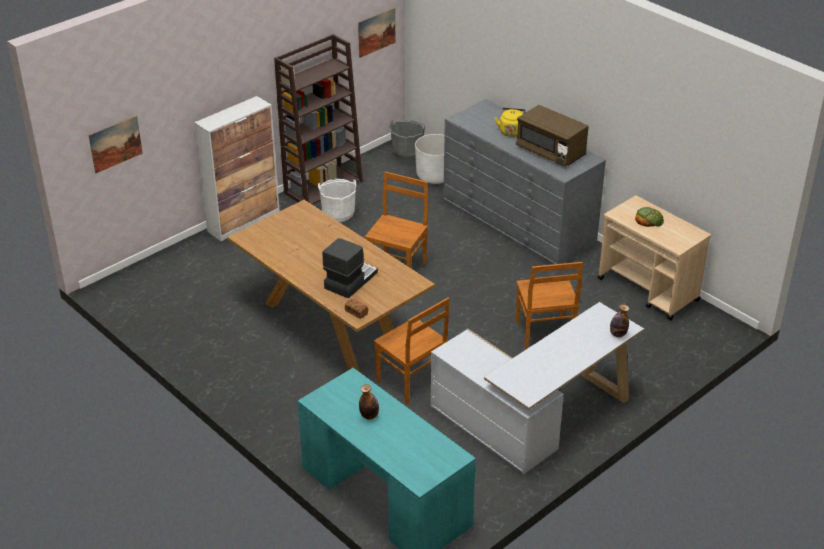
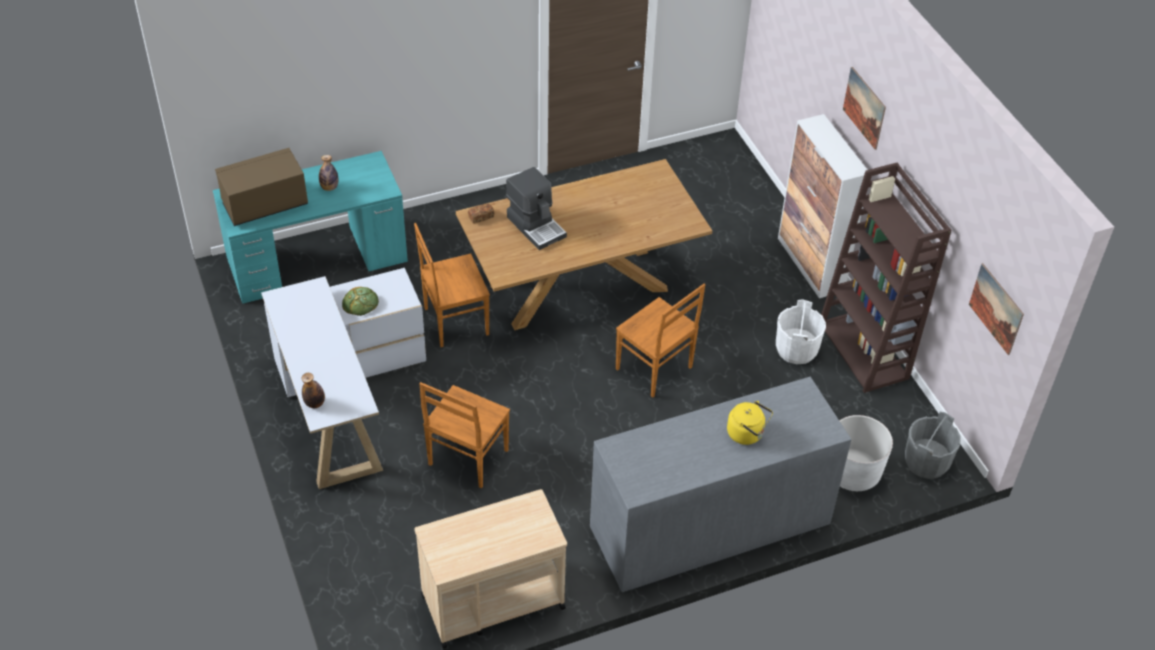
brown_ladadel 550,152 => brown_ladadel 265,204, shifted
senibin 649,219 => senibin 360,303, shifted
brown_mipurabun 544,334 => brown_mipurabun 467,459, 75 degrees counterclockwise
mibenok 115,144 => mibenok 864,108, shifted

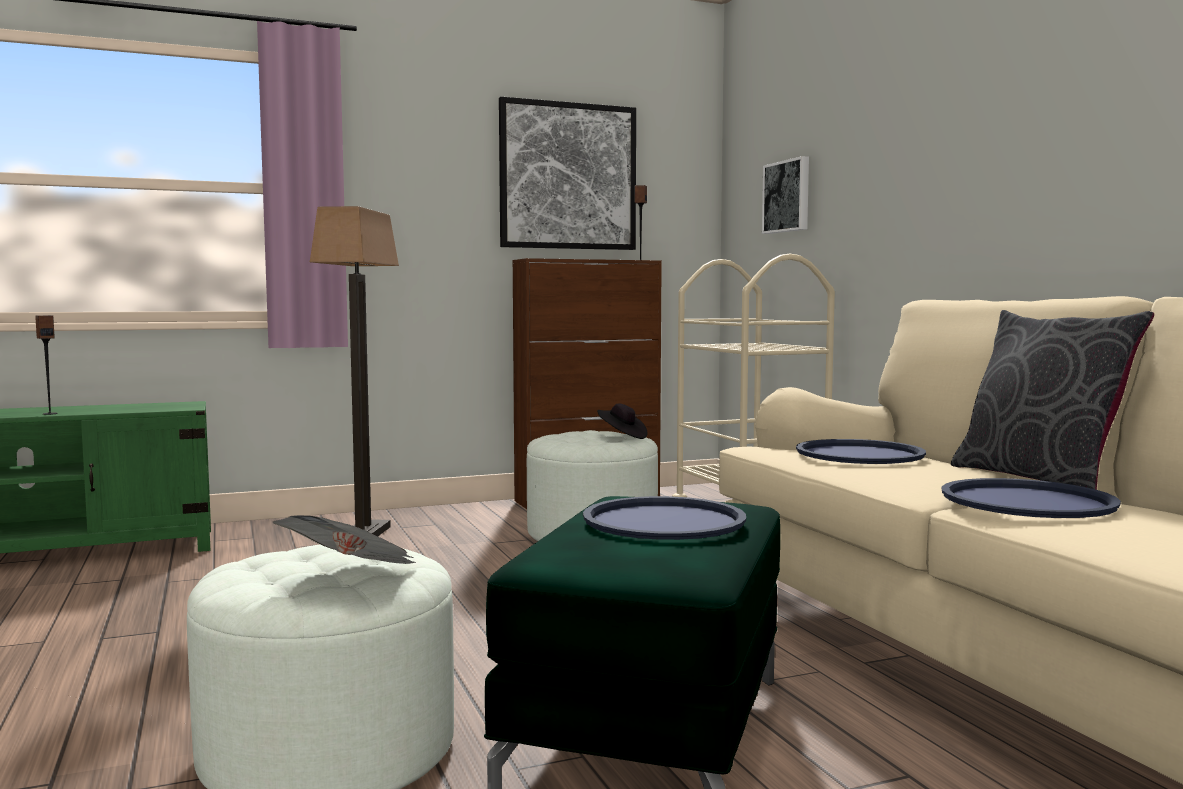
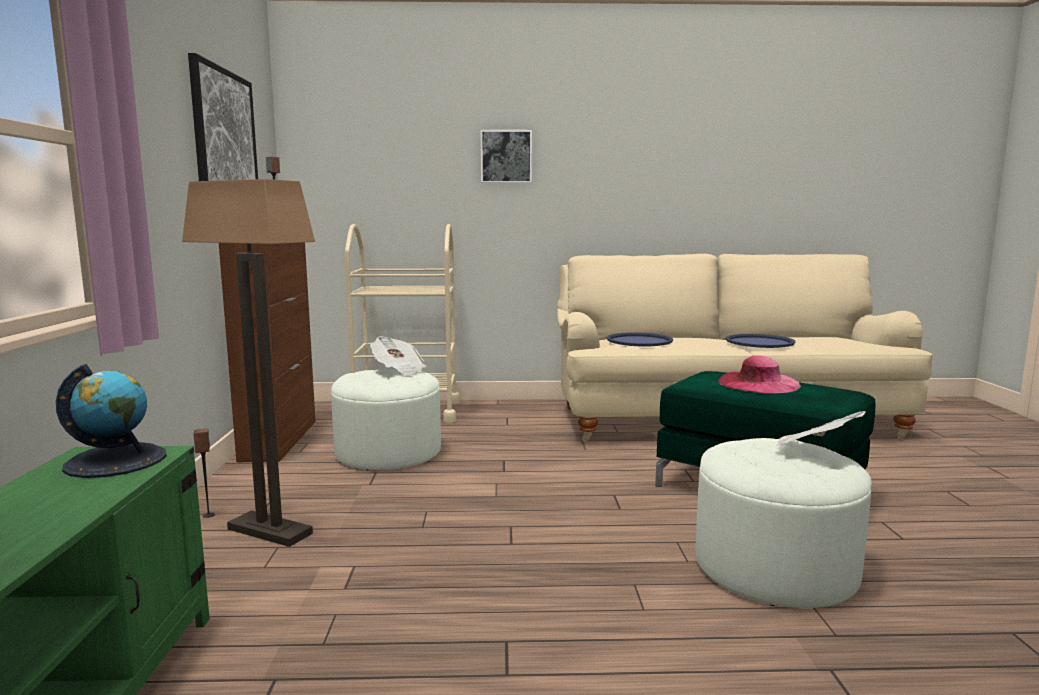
nothing => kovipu 116,460
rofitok 50,413 => rofitok 208,515, shifted
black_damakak 622,436 => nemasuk 398,370
mibenok 788,196 => mibenok 506,156, shifted
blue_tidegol 663,521 => pink_damakak 758,383
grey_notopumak 1039,479 => nothing

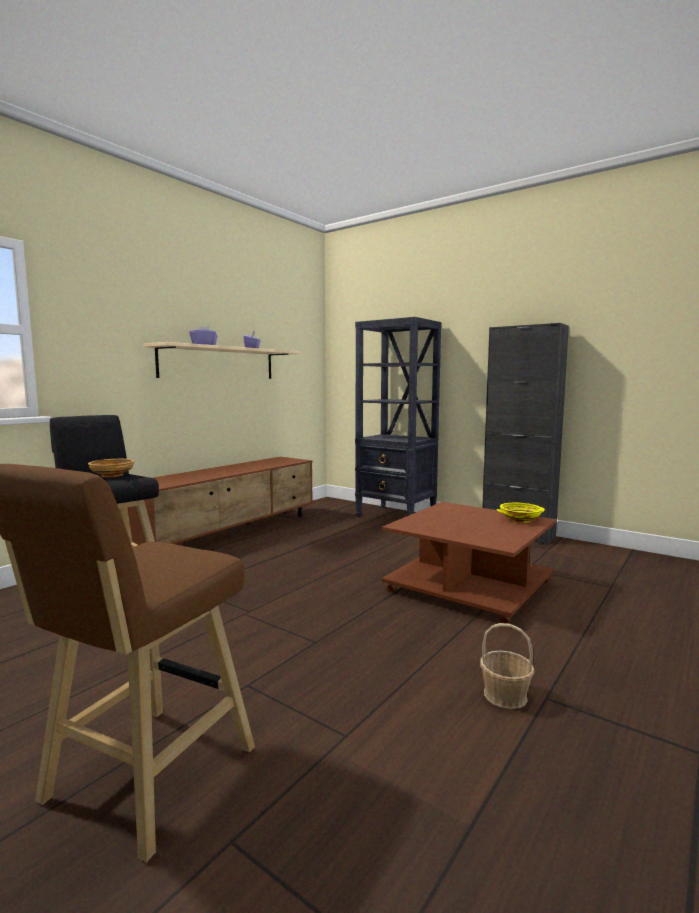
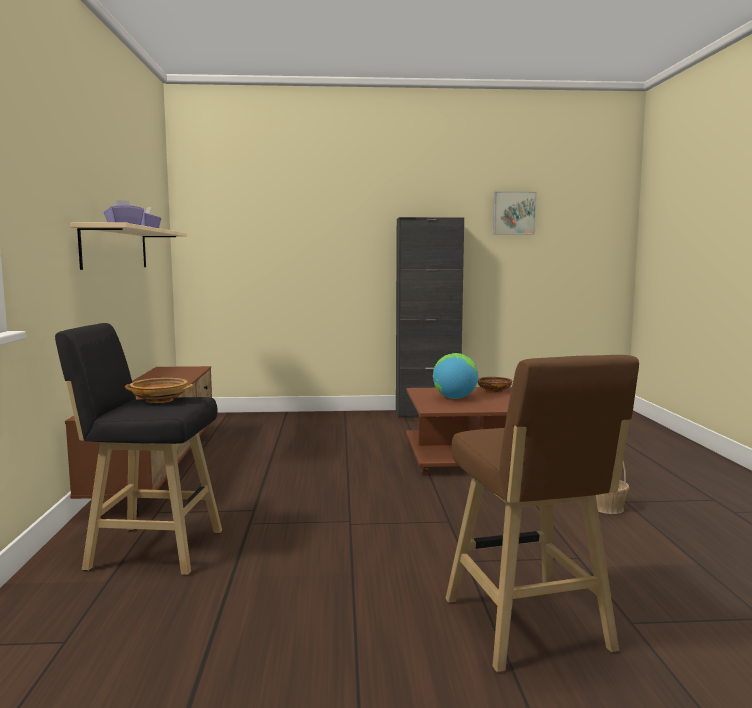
nothing => kovipu 454,398
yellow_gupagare 520,520 => brown_gupagare 494,391
nothing => mibenok 514,213
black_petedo 396,516 => nothing

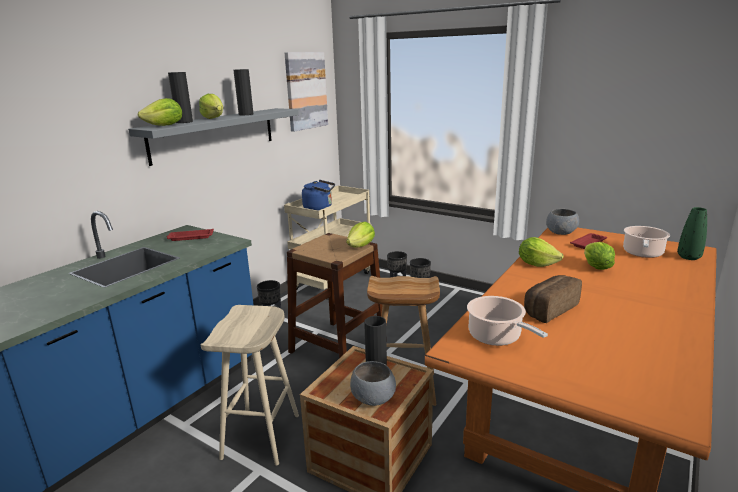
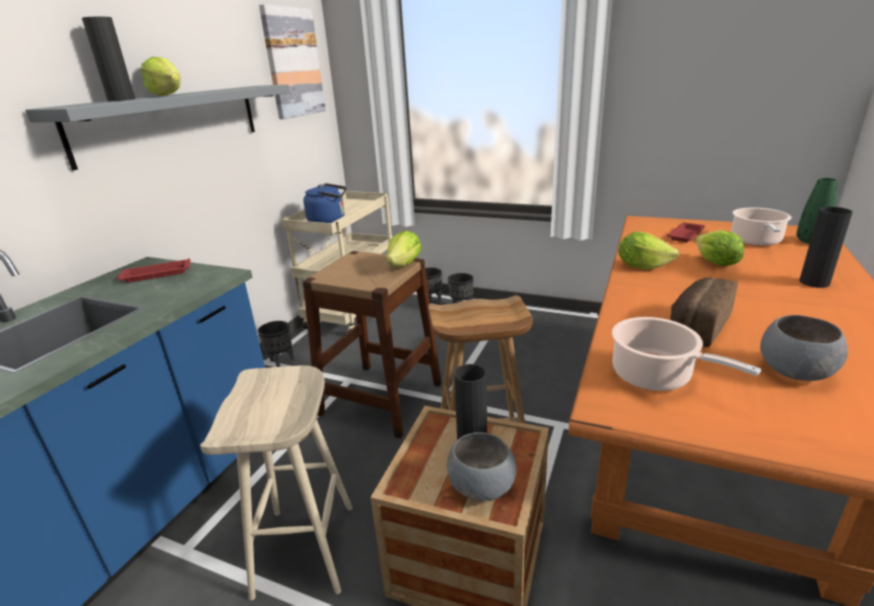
grey_gupagare 560,233 => grey_gupagare 793,371, shifted
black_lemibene 246,114 => black_lemibene 814,282, shifted
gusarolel 165,126 => nothing

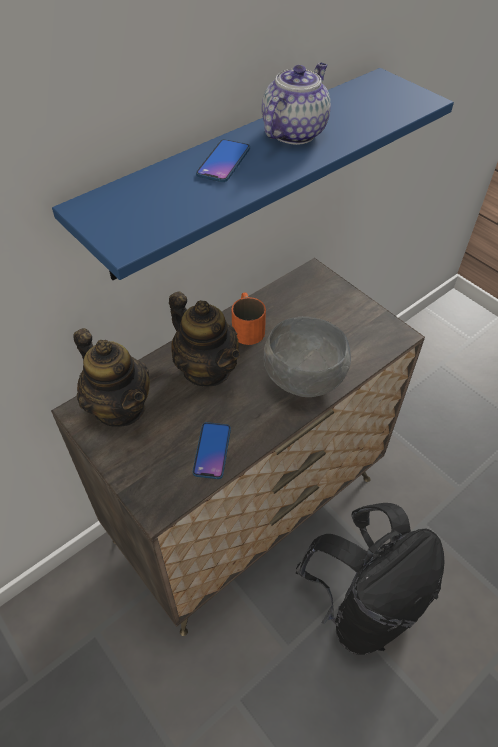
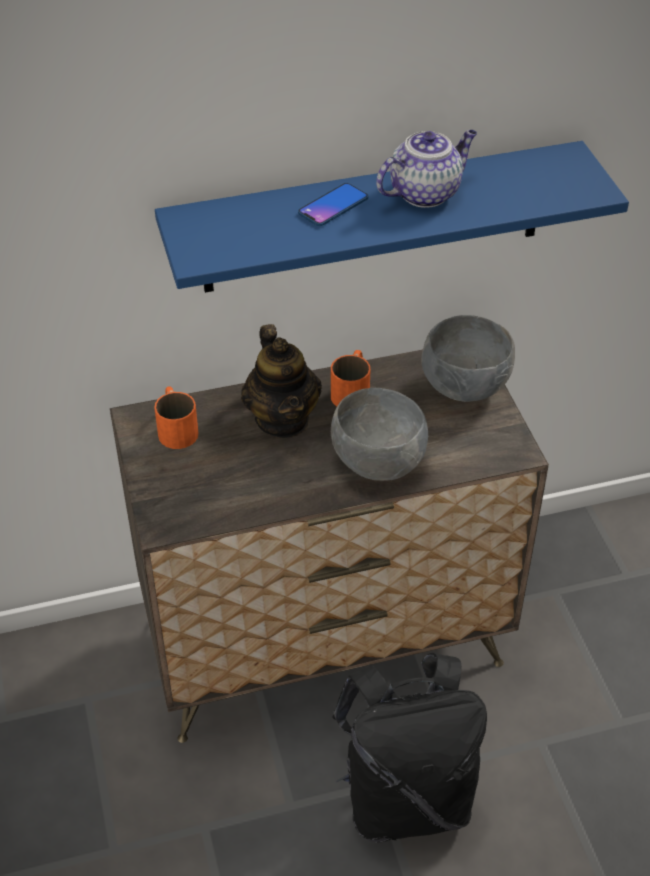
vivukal 120,407 => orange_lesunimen 176,427
nothing => grey_gupagare 464,387
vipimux 212,451 => nothing

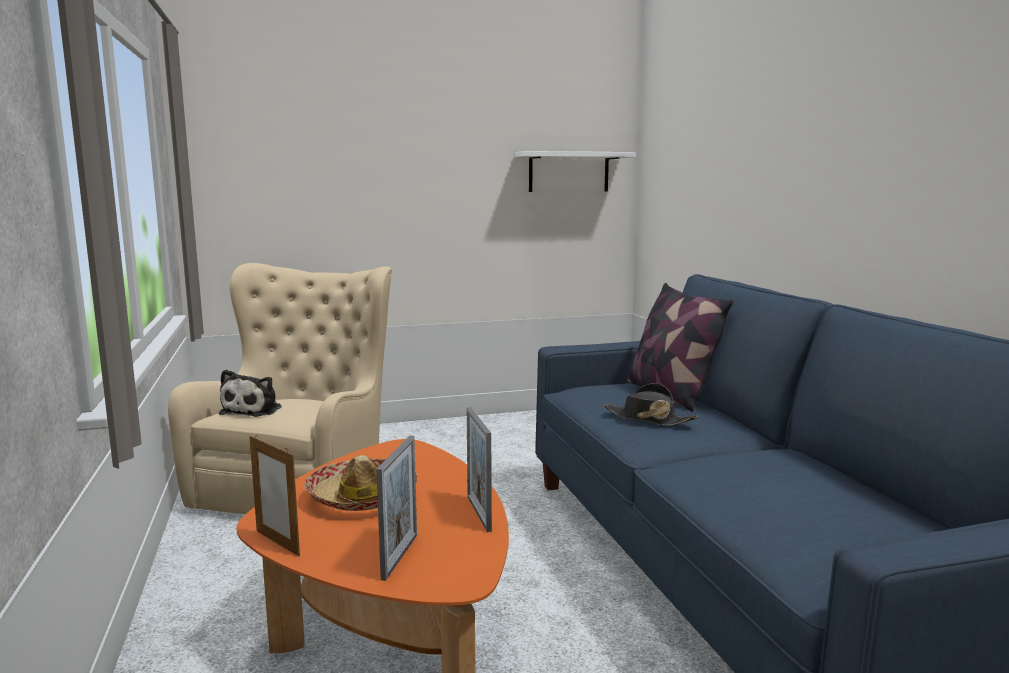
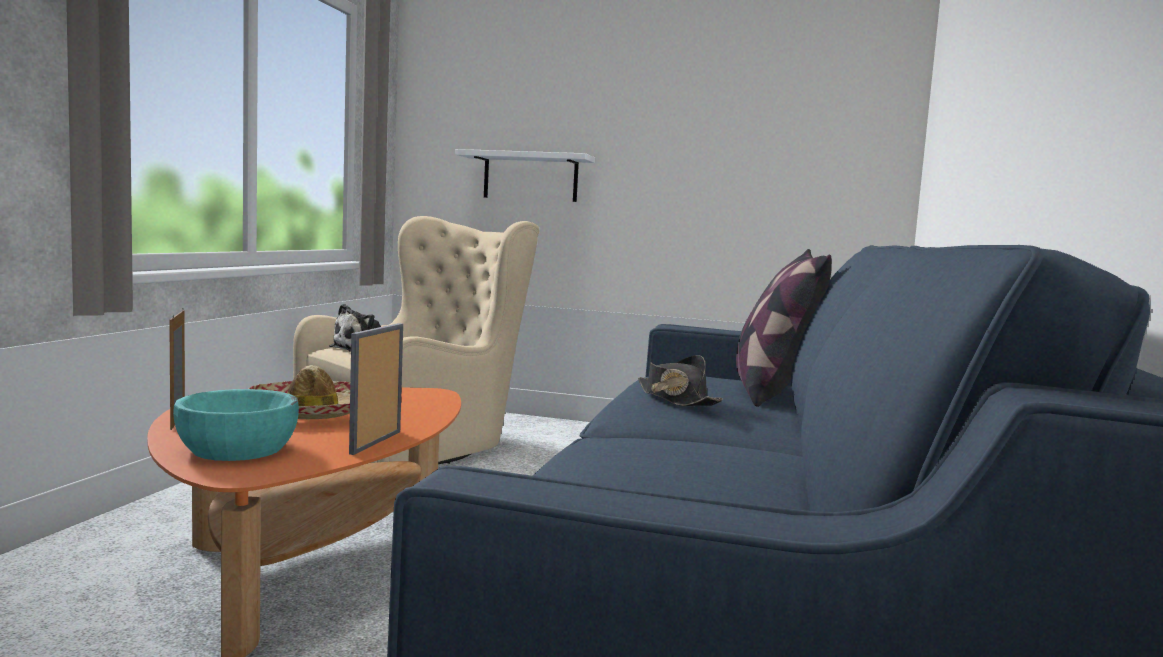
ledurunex 400,556 => turquoise_gupagare 238,449
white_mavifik 569,172 => white_mavifik 530,177, shifted

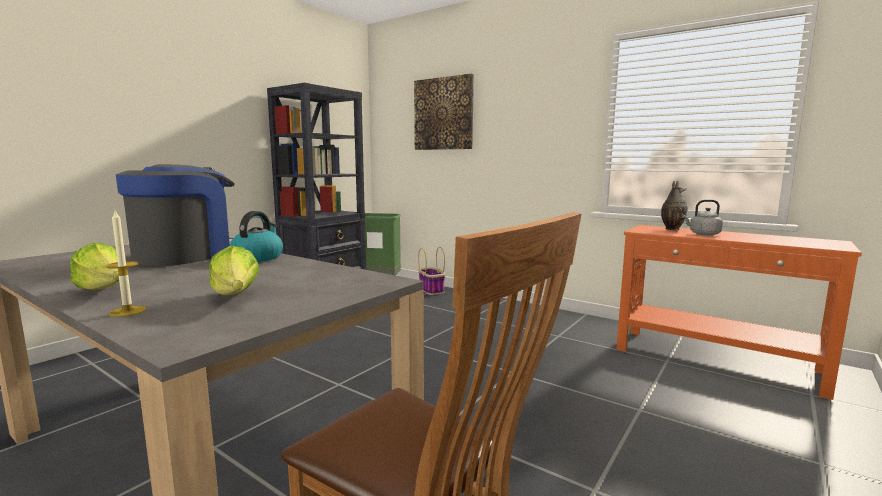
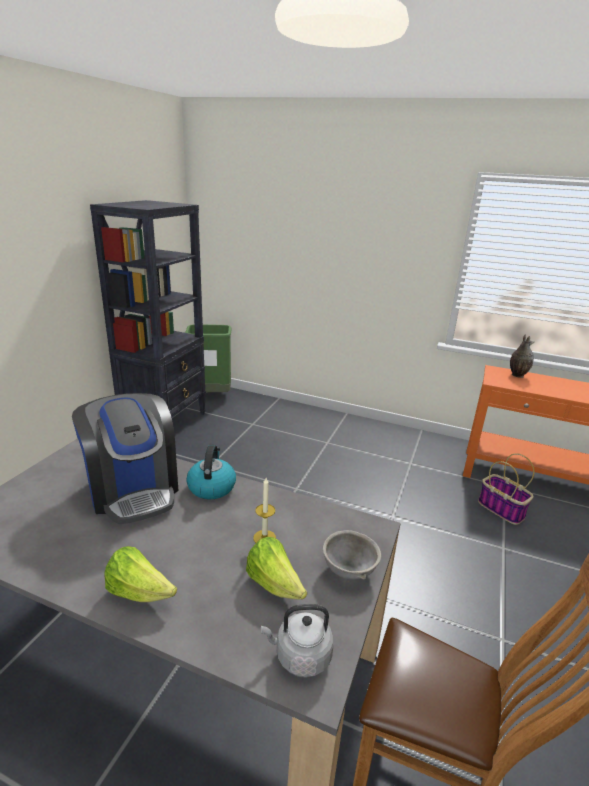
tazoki 186,255 => tazoki 133,489, 135 degrees clockwise
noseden 128,311 => noseden 264,538, shifted
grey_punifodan 703,234 => grey_punifodan 300,656, shifted
nothing => grey_gupagare 349,570
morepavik 431,290 => morepavik 502,509, shifted
mibenok 443,114 => nothing

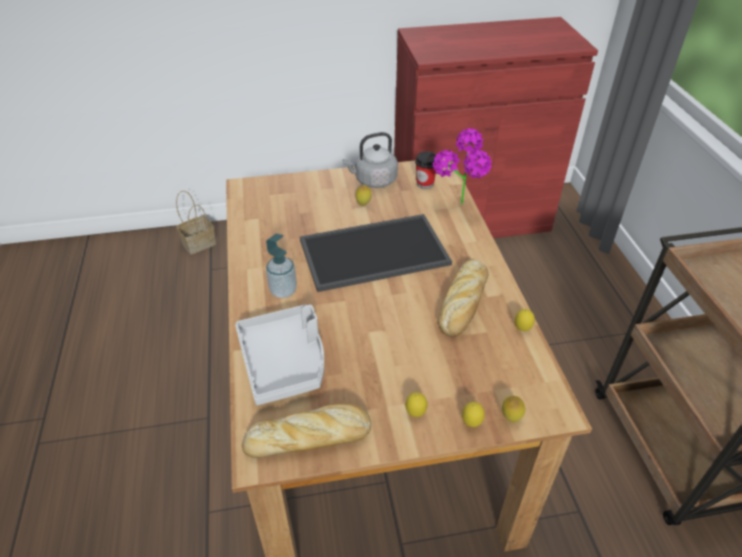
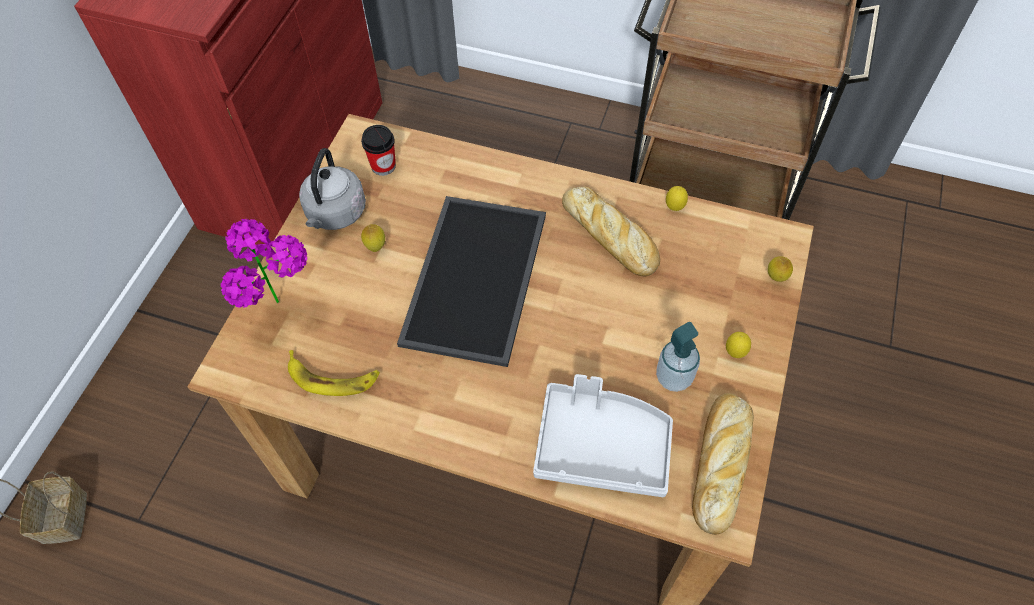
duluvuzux 458,209 => duluvuzux 285,312, shifted
nothing => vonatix 332,377
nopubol 283,291 => nopubol 673,378, shifted
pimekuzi 471,423 => nothing

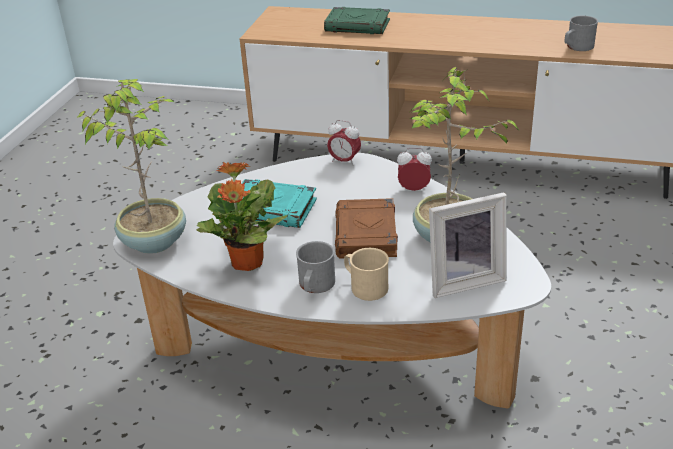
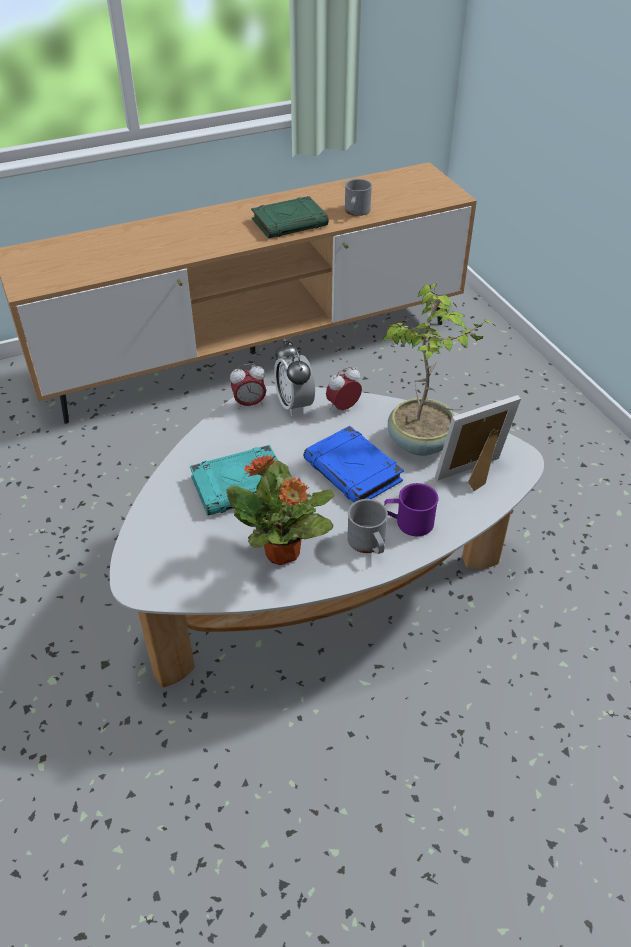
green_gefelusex 358,26 => green_gefelusex 290,222, shifted
nothing => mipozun 294,404
brown_gefelusex 366,234 => blue_gefelusex 354,471
beige_lesunimen 365,286 => purple_lesunimen 408,522
ledurunex 463,280 => ledurunex 474,476, 150 degrees counterclockwise
duluvuzux 154,241 => nothing

